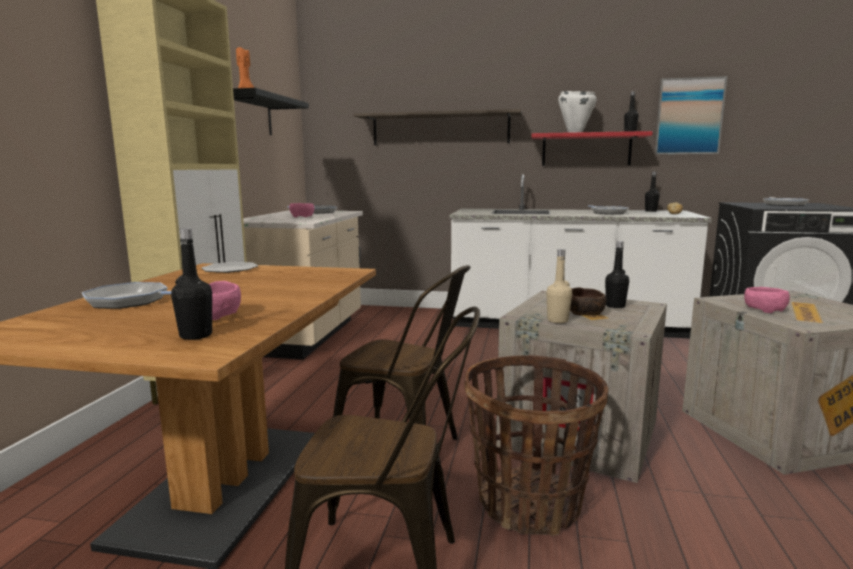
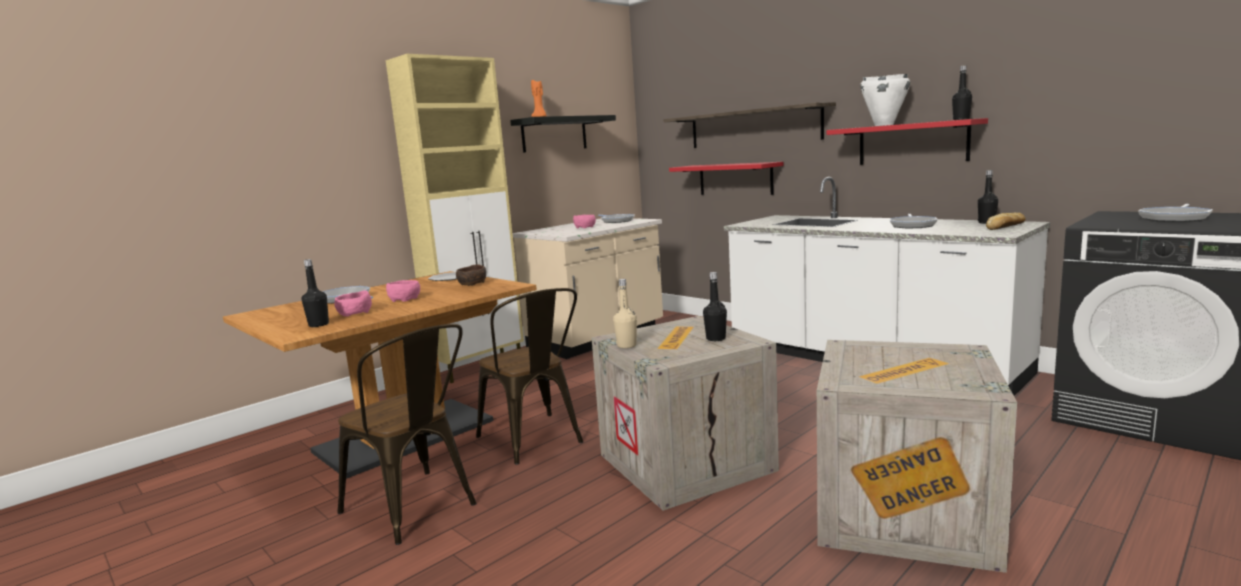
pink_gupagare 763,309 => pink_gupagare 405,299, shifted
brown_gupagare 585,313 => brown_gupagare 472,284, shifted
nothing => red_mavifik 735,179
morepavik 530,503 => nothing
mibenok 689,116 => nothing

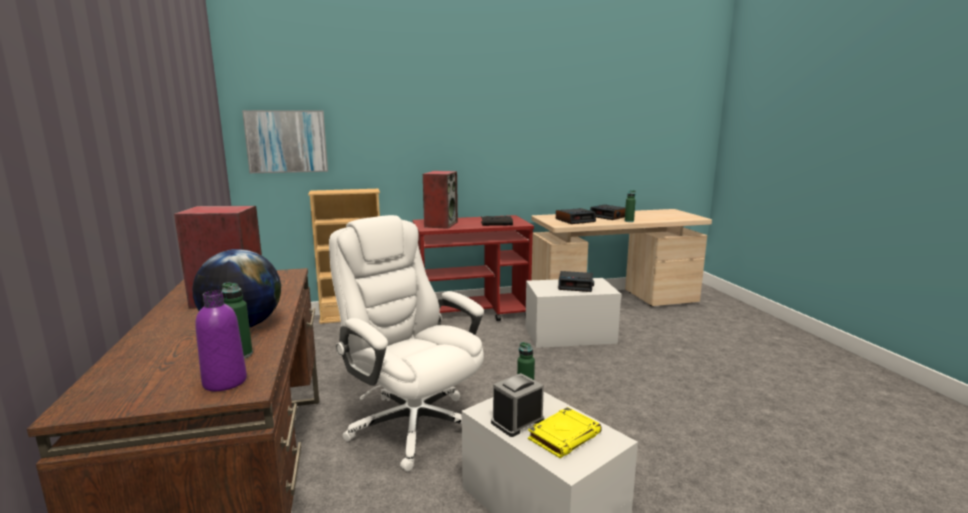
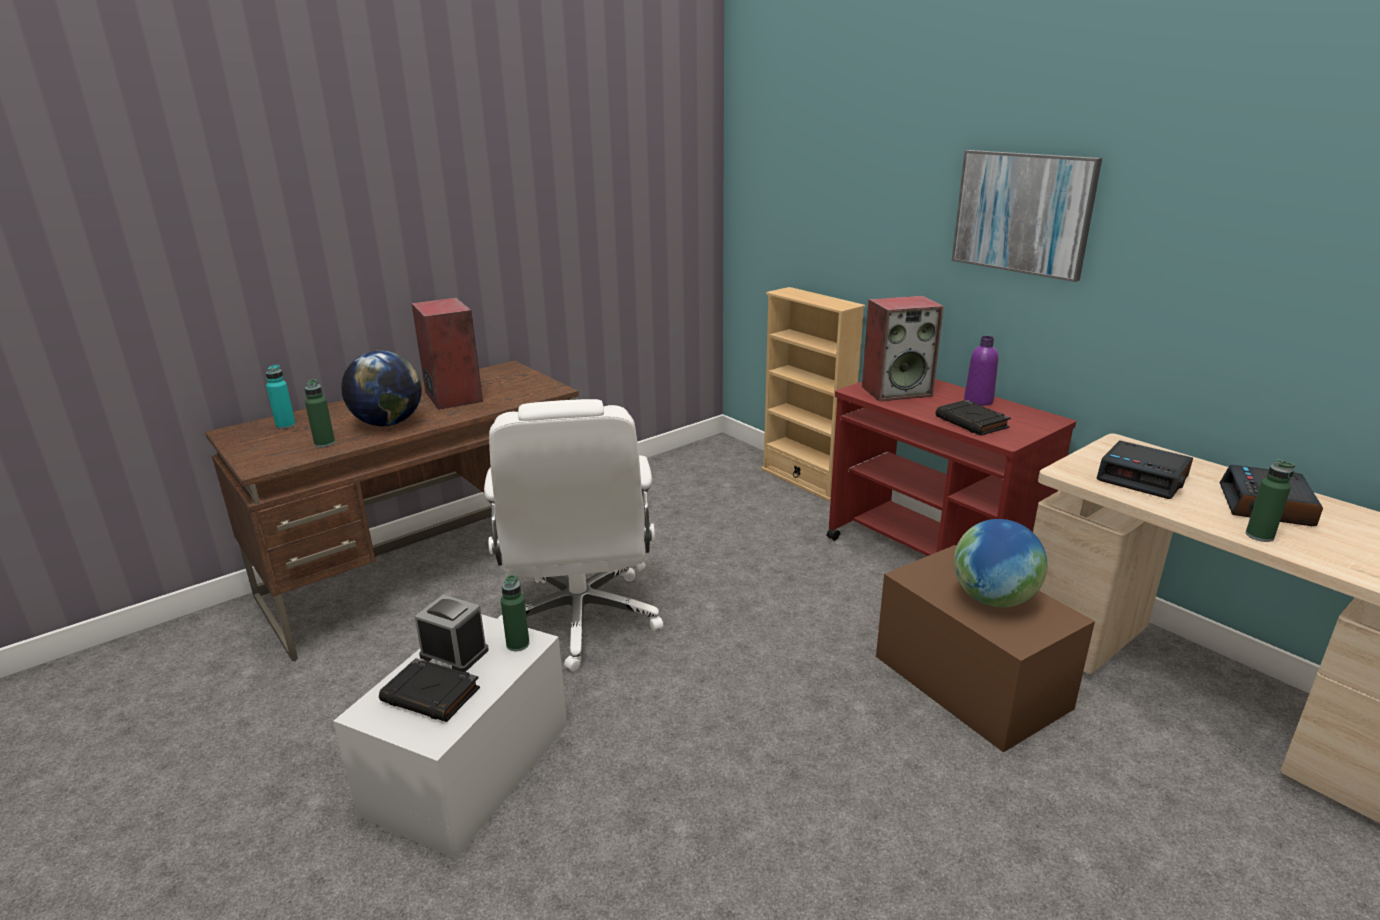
nothing => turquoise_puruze 286,425
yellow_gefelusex 564,436 => black_gefelusex 432,695
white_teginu 413,425 => white_teginu 580,620, 150 degrees clockwise
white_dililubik 570,334 => brown_dililubik 971,682
mibenok 287,141 => mibenok 1023,213, shifted
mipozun 576,286 => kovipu 994,599
purple_puruze 225,382 => purple_puruze 978,401, shifted

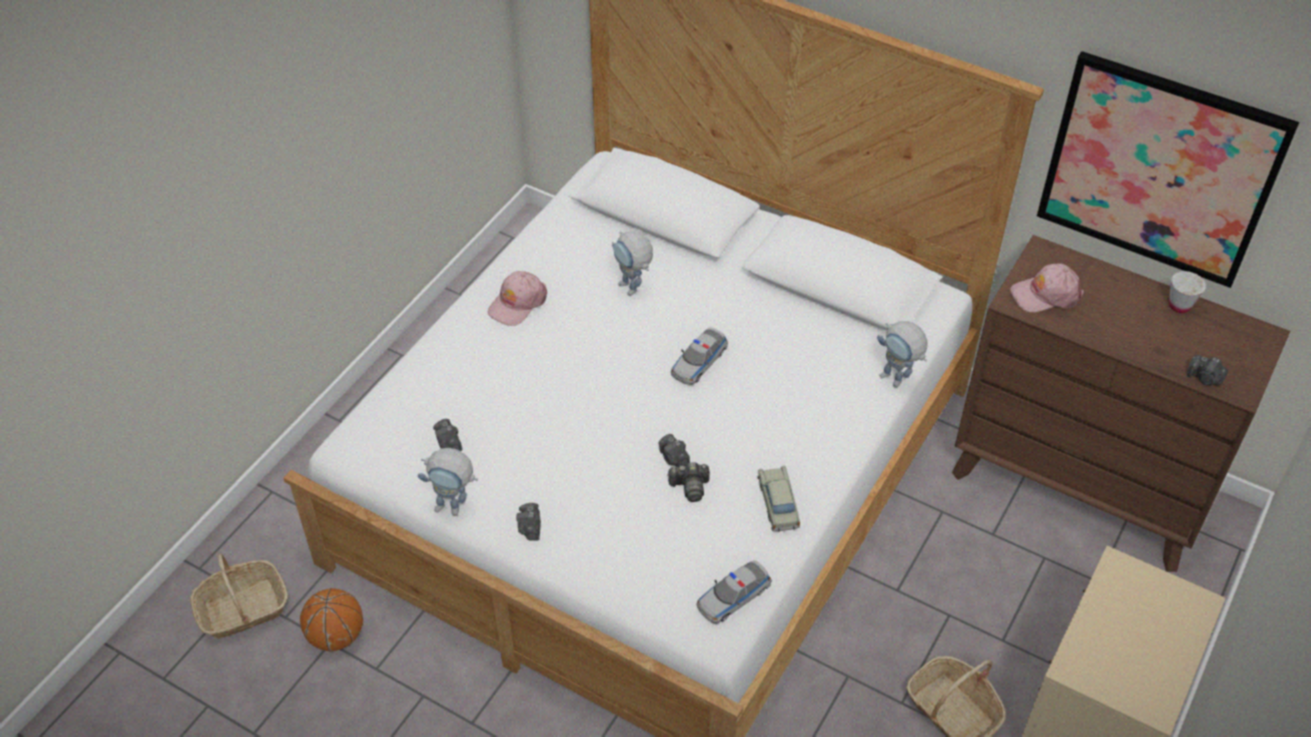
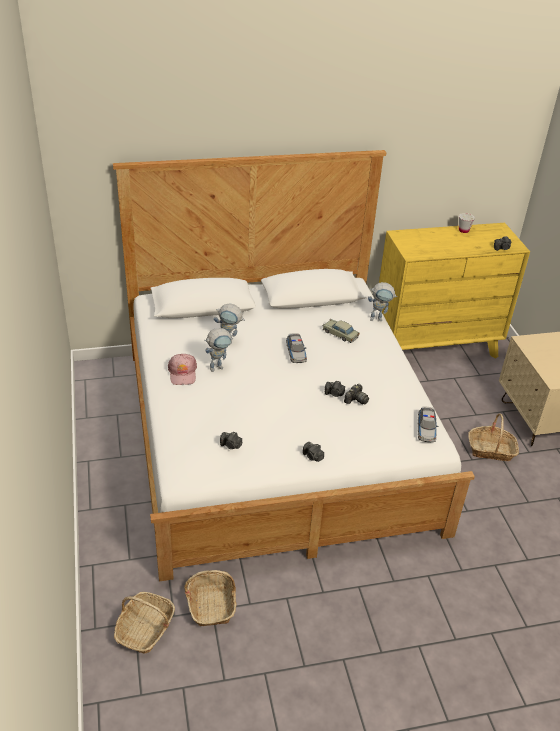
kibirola 336,636 => morepavik 211,604
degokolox 455,508 => degokolox 219,366, shifted
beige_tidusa 778,504 => beige_tidusa 340,334, shifted
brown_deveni 1079,486 => yellow_deveni 435,347
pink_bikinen 1045,294 => nothing
mibenok 1159,169 => nothing

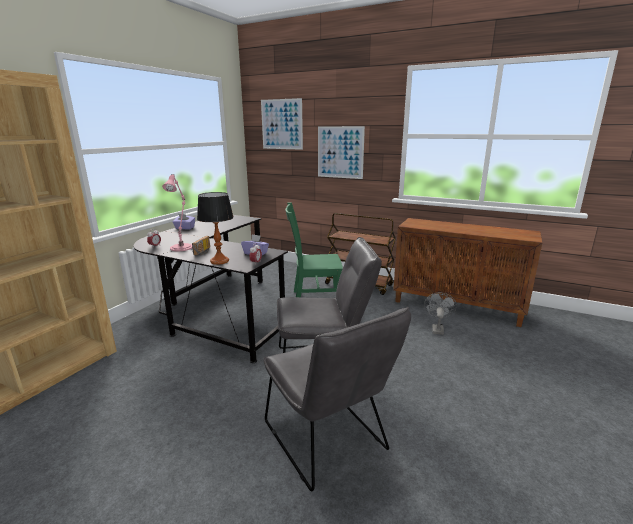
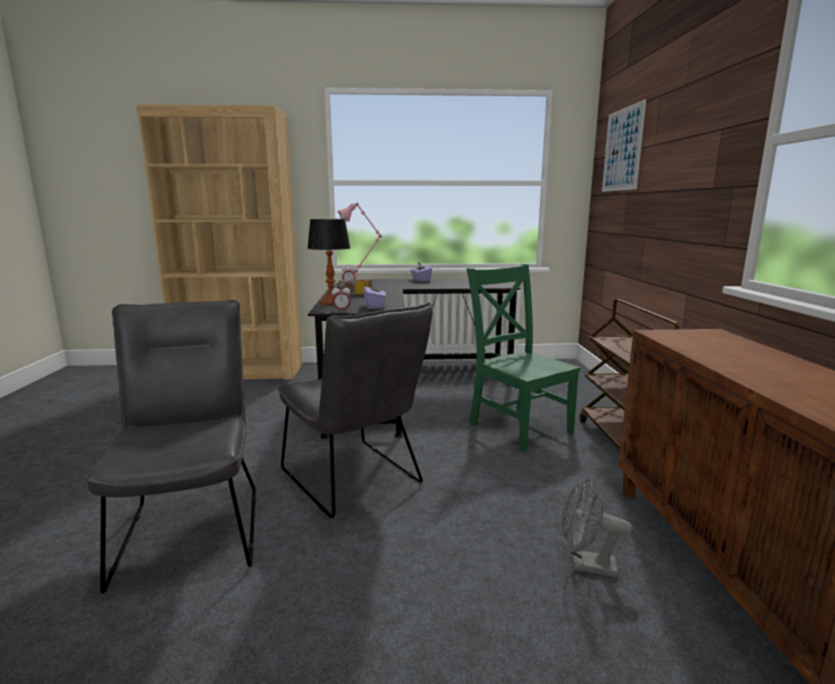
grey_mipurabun 328,441 => grey_mipurabun 193,527, 135 degrees clockwise
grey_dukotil 437,328 => grey_dukotil 586,565, 150 degrees counterclockwise
mibenok 340,152 => nothing

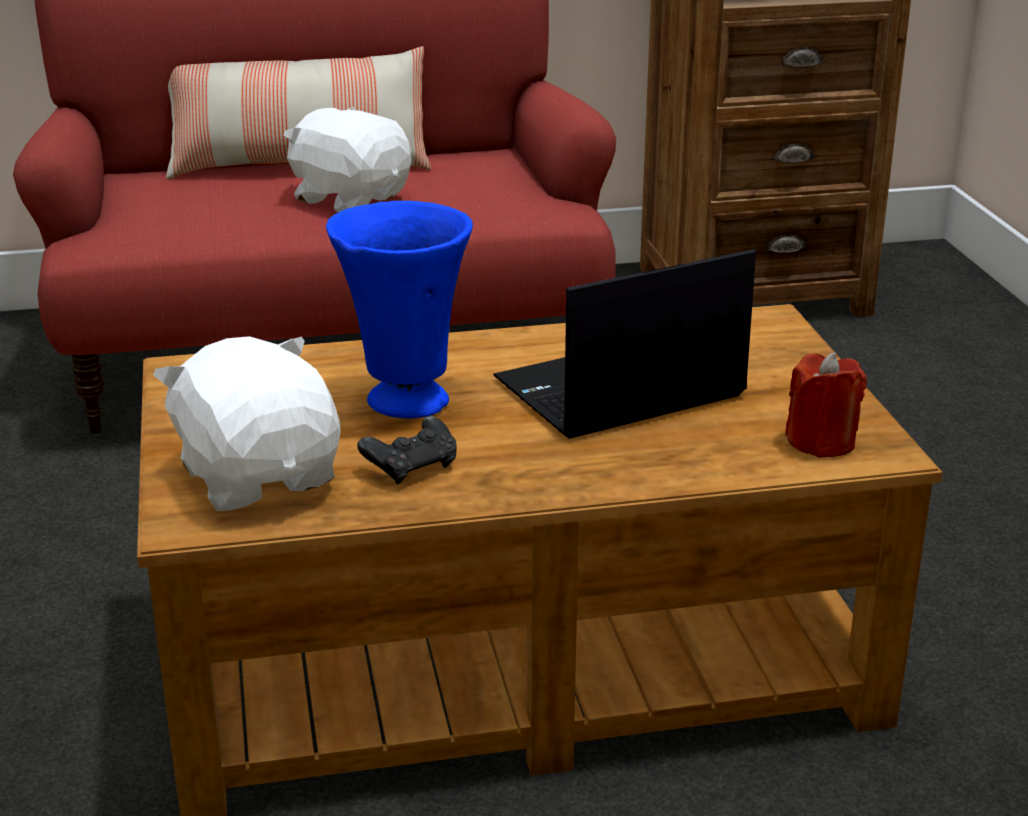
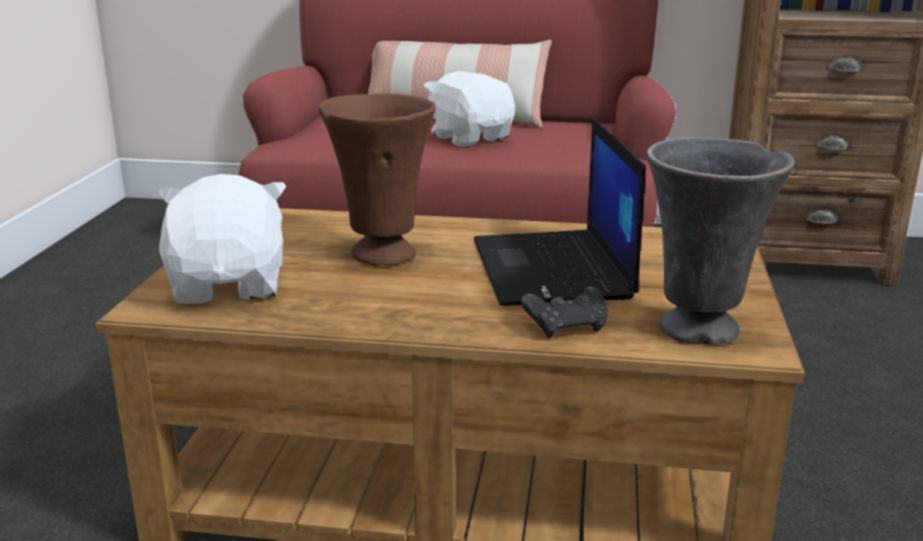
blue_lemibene 404,401 => brown_lemibene 381,254
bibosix 618,390 => bibosix 553,270, 90 degrees counterclockwise
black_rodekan 412,467 => black_rodekan 566,327, shifted
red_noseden 821,442 => grey_lemibene 701,331

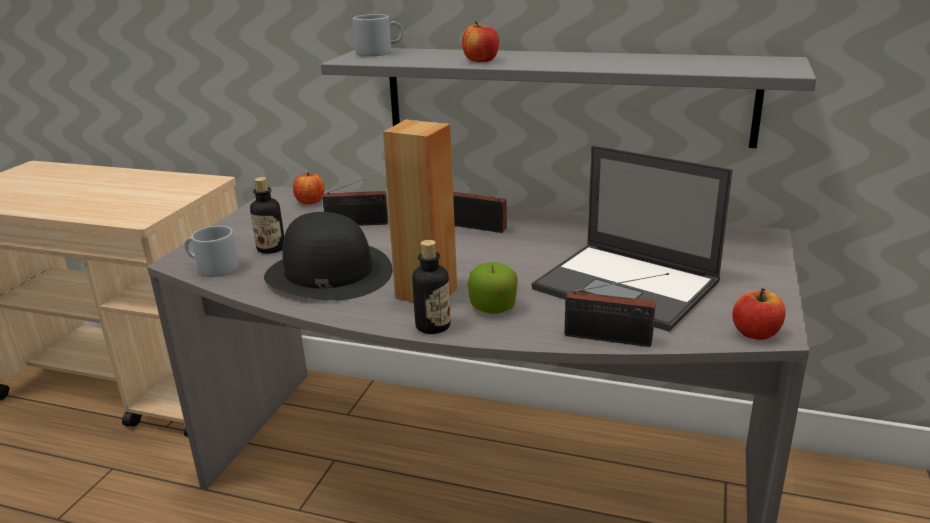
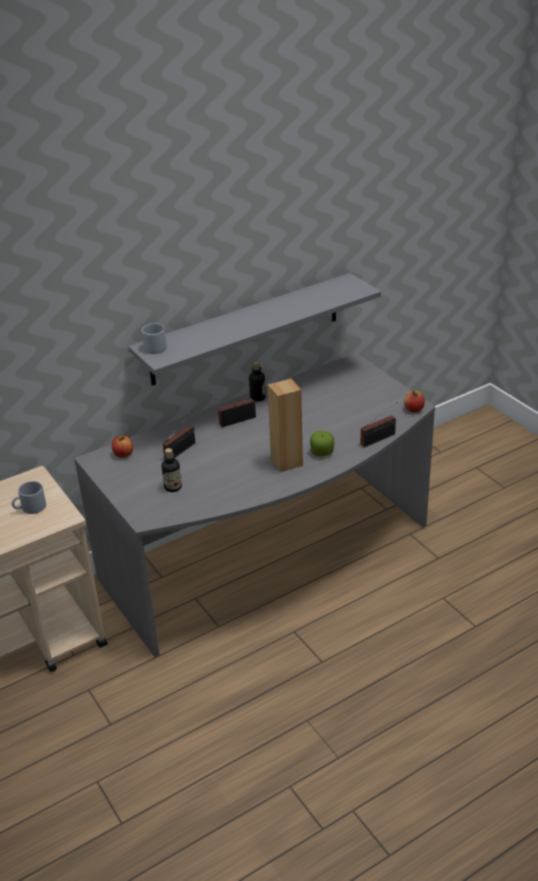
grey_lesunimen 211,268 => grey_lesunimen 30,508, shifted
puruze 433,326 => puruze 258,398, shifted
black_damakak 328,273 => nothing
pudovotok 481,60 => nothing
bibosix 628,286 => nothing

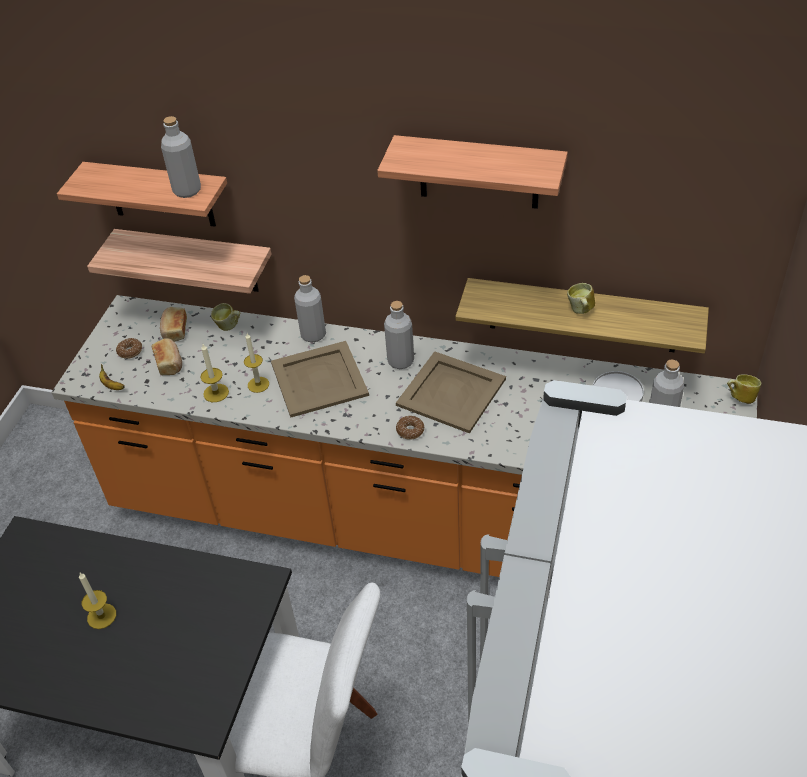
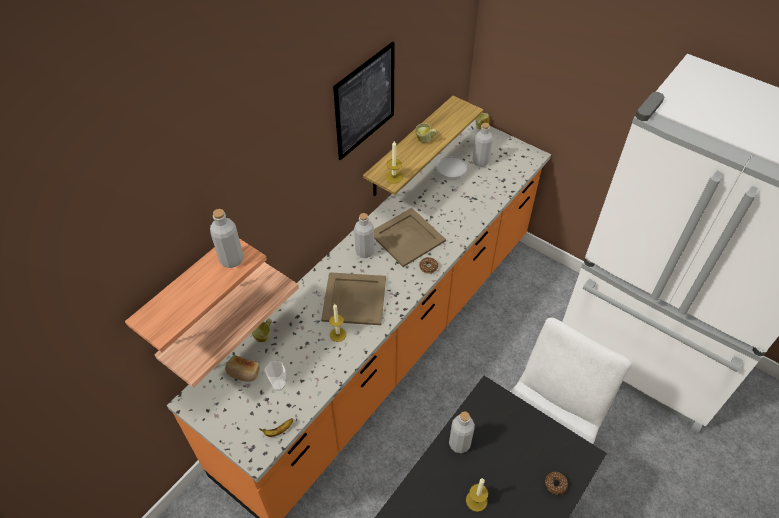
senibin 169,363 => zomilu 278,385
mavifik 479,172 => mibenok 365,101
noseden 216,393 => noseden 394,177, shifted
grey_puruze 313,335 => grey_puruze 459,443, shifted
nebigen 130,351 => nebigen 555,484, shifted

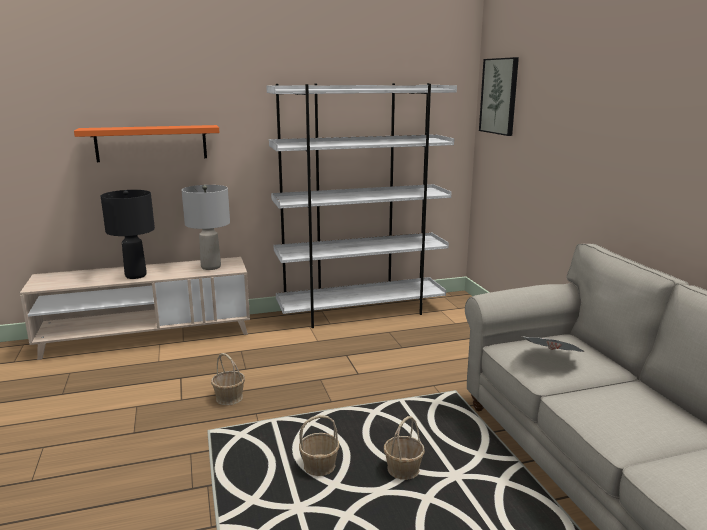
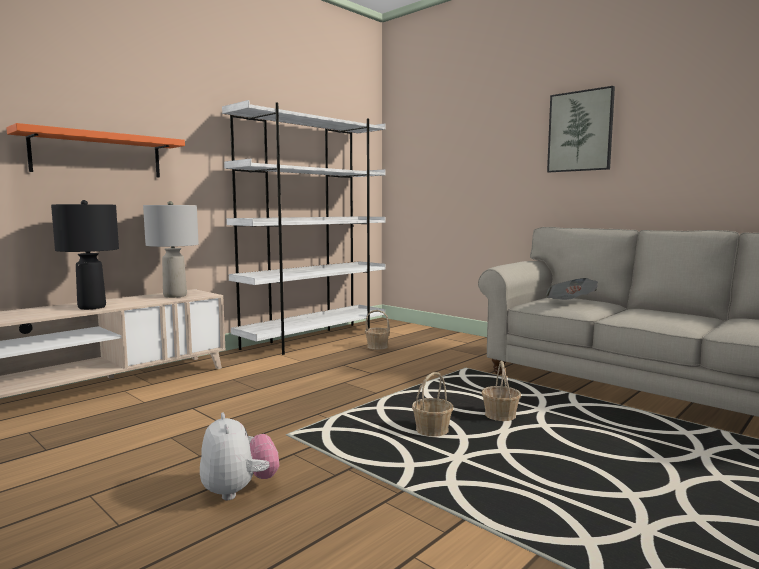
nothing => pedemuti 239,490
morepavik 229,398 => morepavik 377,346, shifted
mibenok 499,96 => mibenok 580,131, shifted

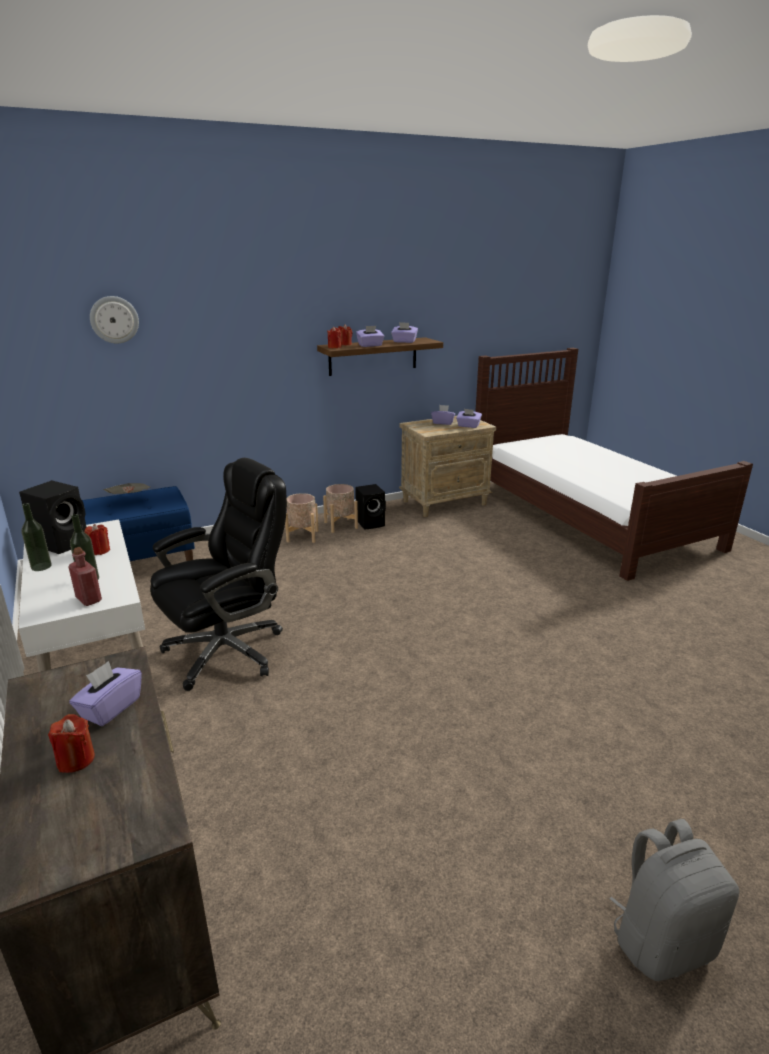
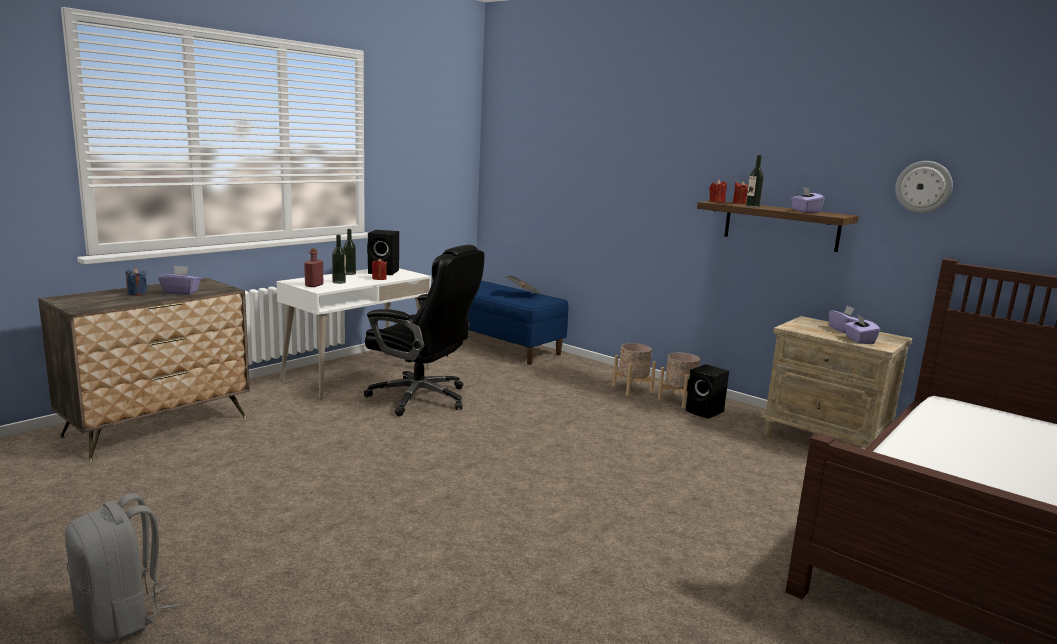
red_noseden 76,760 => blue_noseden 137,293
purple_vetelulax 370,345 => puruze 752,206
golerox 114,319 => golerox 923,187, shifted

